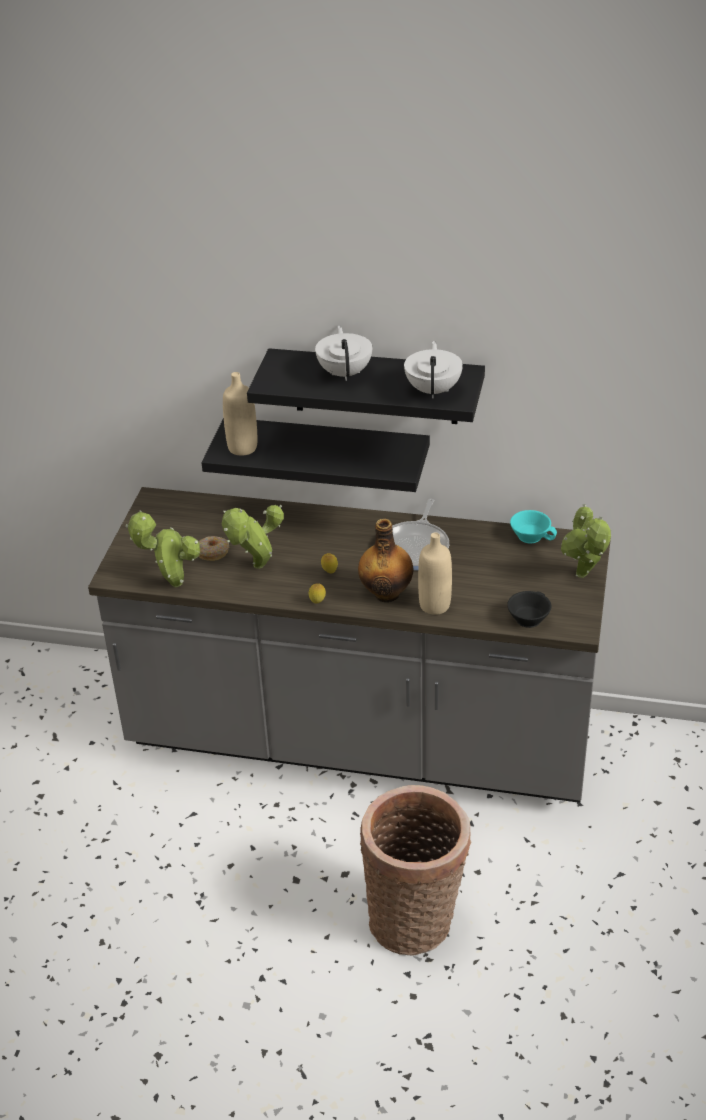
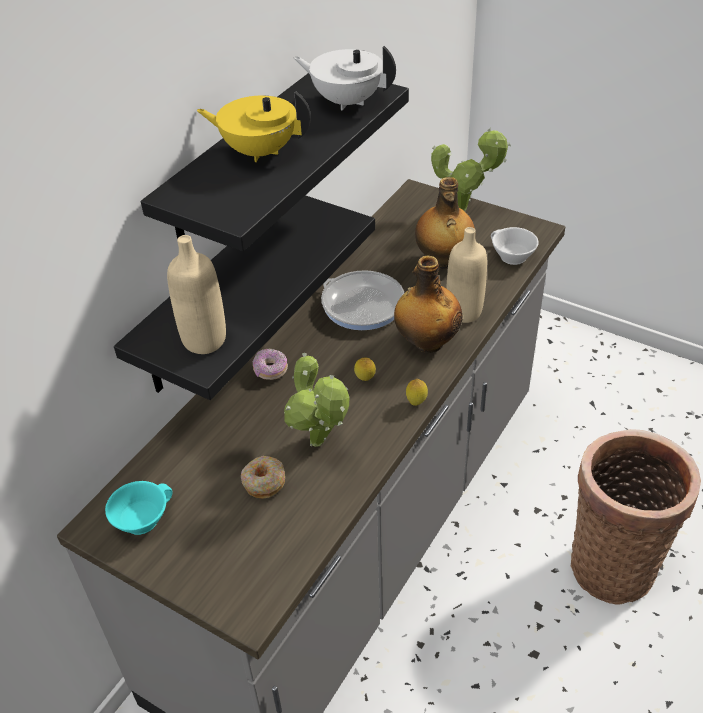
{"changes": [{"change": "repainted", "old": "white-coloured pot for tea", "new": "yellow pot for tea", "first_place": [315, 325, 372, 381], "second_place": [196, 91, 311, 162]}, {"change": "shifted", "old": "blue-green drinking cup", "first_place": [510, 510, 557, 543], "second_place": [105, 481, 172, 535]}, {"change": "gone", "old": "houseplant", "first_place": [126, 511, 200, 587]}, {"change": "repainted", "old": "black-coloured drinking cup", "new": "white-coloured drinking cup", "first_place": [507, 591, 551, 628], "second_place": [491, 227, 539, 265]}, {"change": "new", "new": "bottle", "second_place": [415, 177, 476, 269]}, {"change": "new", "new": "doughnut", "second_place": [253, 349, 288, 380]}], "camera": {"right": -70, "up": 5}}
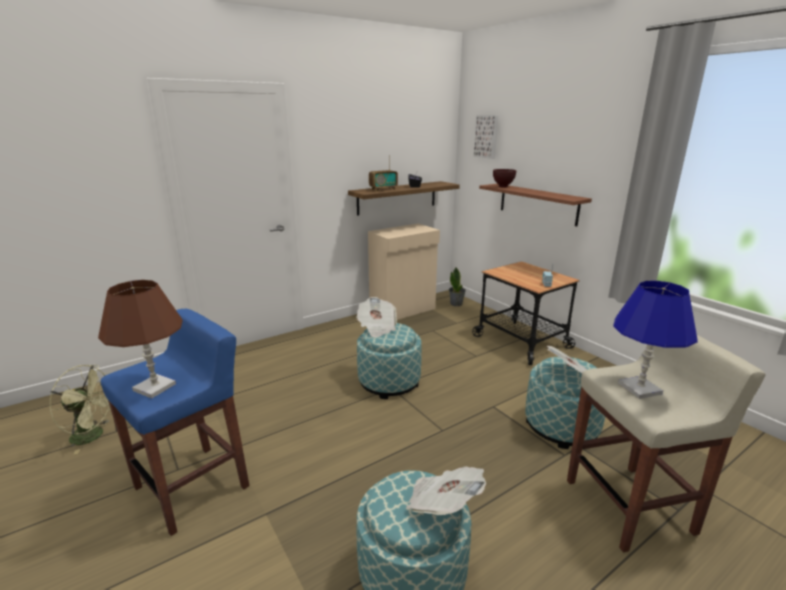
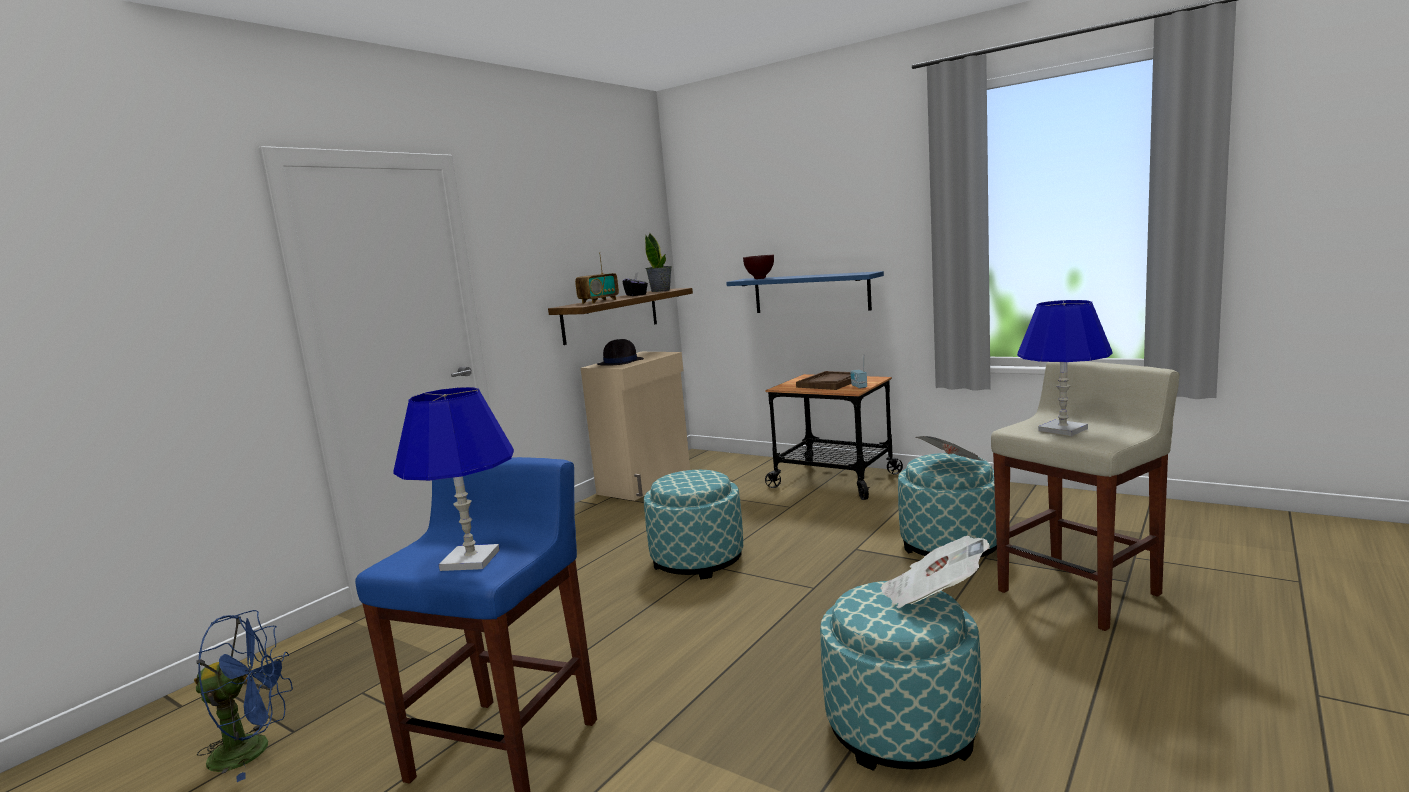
{"changes": [{"change": "gone", "old": "wall picture", "first_place": [474, 115, 498, 159]}, {"change": "repainted", "old": "brown-coloured shelf", "new": "bluish shelf", "first_place": [479, 184, 592, 227], "second_place": [726, 271, 884, 313]}, {"change": "shifted", "old": "houseplant", "first_place": [449, 267, 466, 306], "second_place": [645, 233, 672, 292]}, {"change": "repainted", "old": "brown-coloured table lamp", "new": "bluish table lamp", "first_place": [98, 280, 183, 398], "second_place": [394, 387, 514, 571]}, {"change": "gone", "old": "daily paper", "first_place": [356, 297, 397, 338]}, {"change": "repainted", "old": "greenish electric fan", "new": "bluish electric fan", "first_place": [49, 365, 111, 454], "second_place": [194, 610, 293, 782]}, {"change": "new", "new": "black-coloured hat", "second_place": [597, 339, 644, 366]}, {"change": "new", "new": "brown-coloured serving tray", "second_place": [796, 371, 851, 390]}], "camera": {"right": -20, "up": -10}}
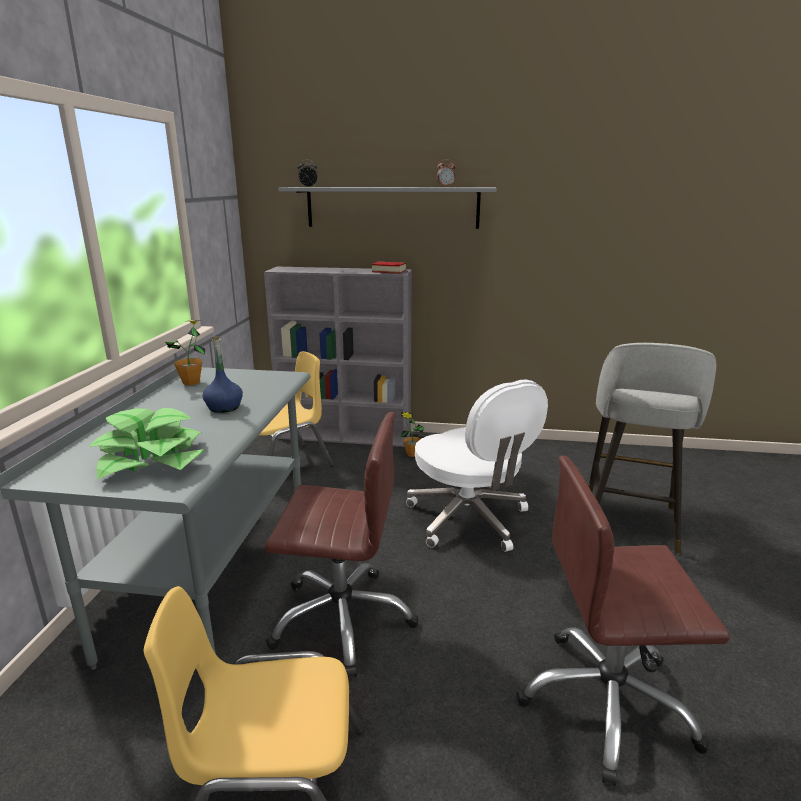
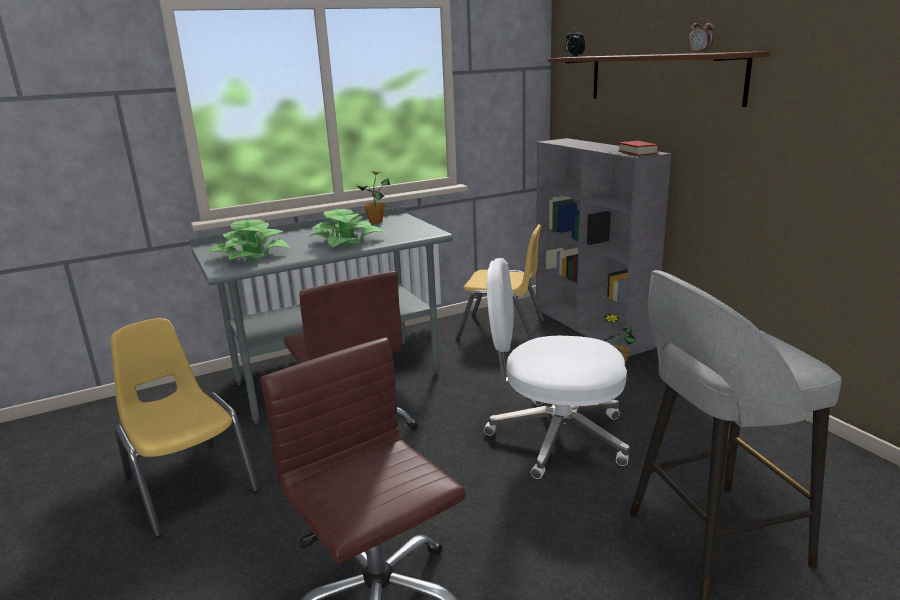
{"changes": [{"change": "repainted", "old": "gray shelf", "new": "brown-coloured shelf", "first_place": [278, 187, 497, 229], "second_place": [548, 51, 771, 107]}, {"change": "swapped", "old": "bluish bottle", "new": "houseplant", "first_place": [202, 337, 243, 413], "second_place": [309, 209, 386, 247]}, {"change": "rotated", "old": "white-coloured computer chair", "first_place": [406, 379, 548, 552], "second_place": [484, 258, 630, 479], "degrees": 75}], "camera": {"right": 55, "up": 0}}
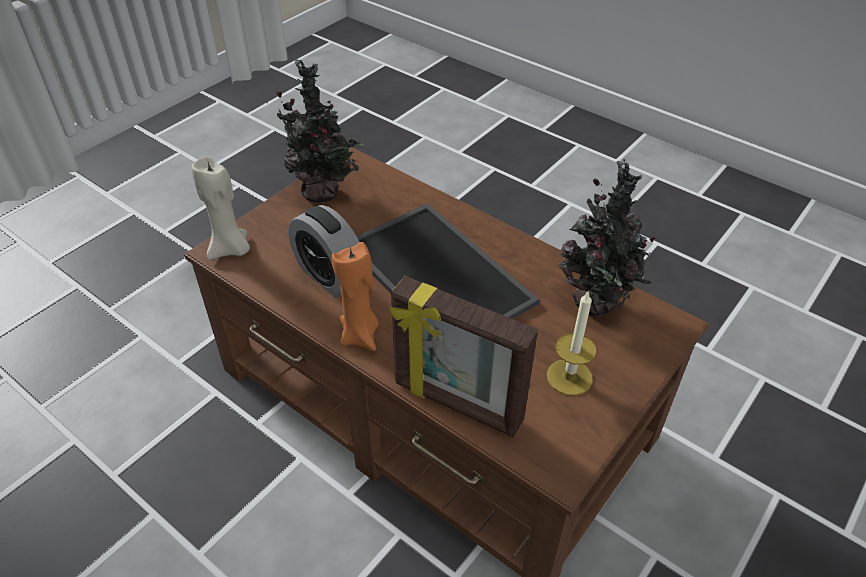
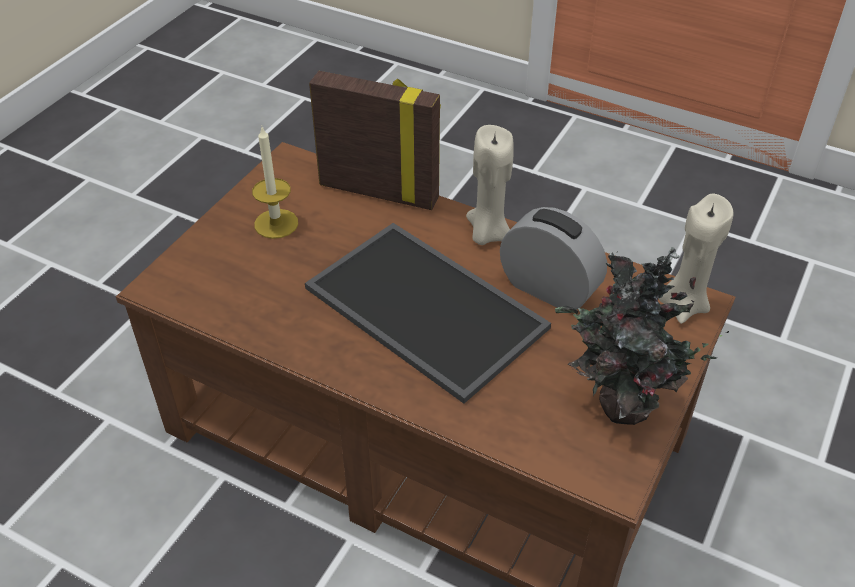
{"changes": [{"change": "gone", "old": "houseplant", "first_place": [558, 158, 655, 316]}, {"change": "repainted", "old": "orange candle", "new": "beige candle", "first_place": [332, 242, 379, 351], "second_place": [466, 125, 514, 245]}], "camera": {"right": 170, "up": 0}}
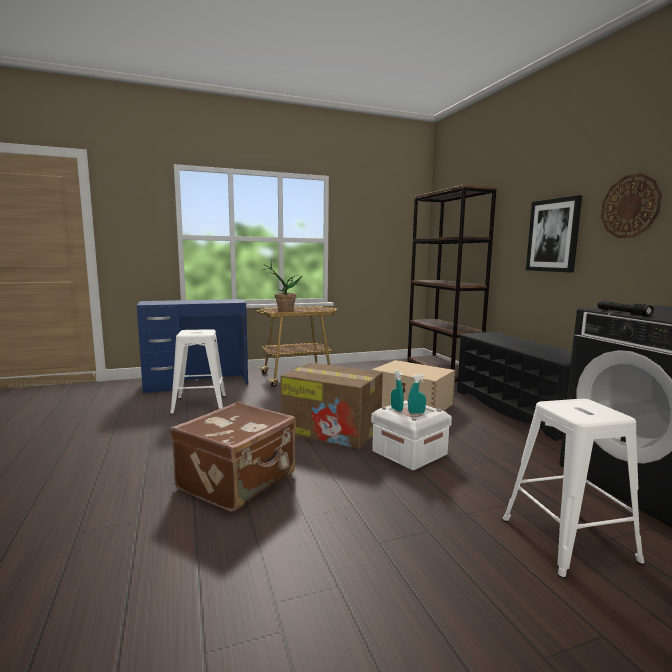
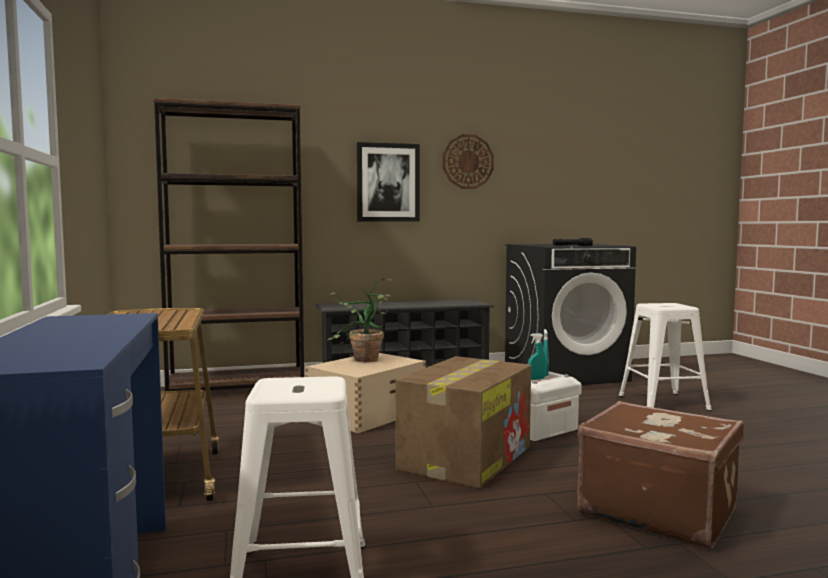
{"changes": [{"change": "shifted", "old": "houseplant", "first_place": [262, 259, 304, 312], "second_place": [327, 278, 393, 362]}], "camera": {"right": -85, "up": -5}}
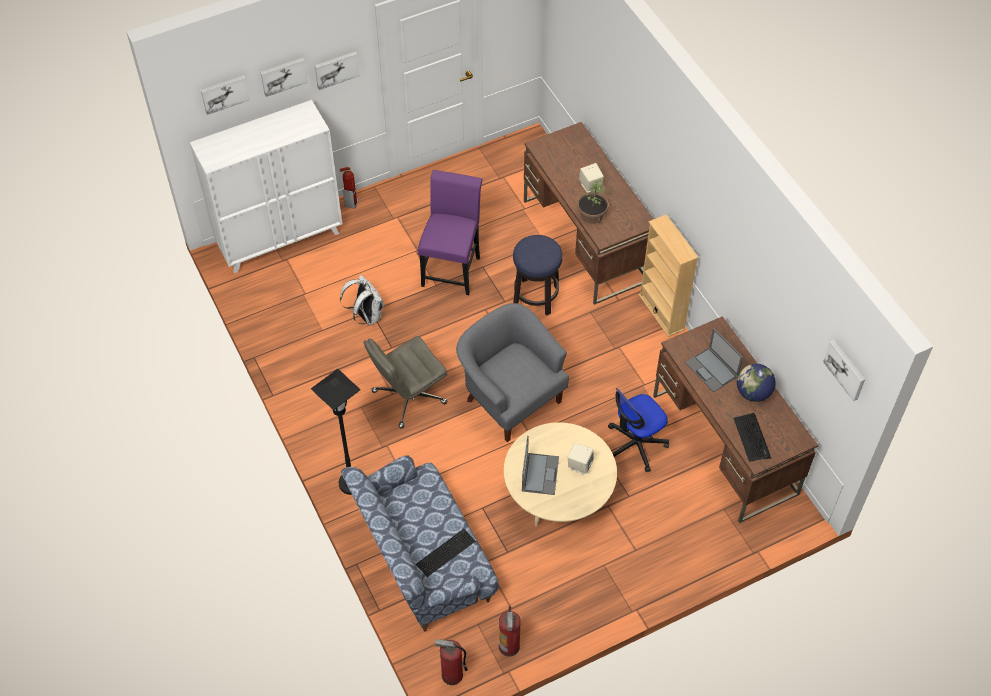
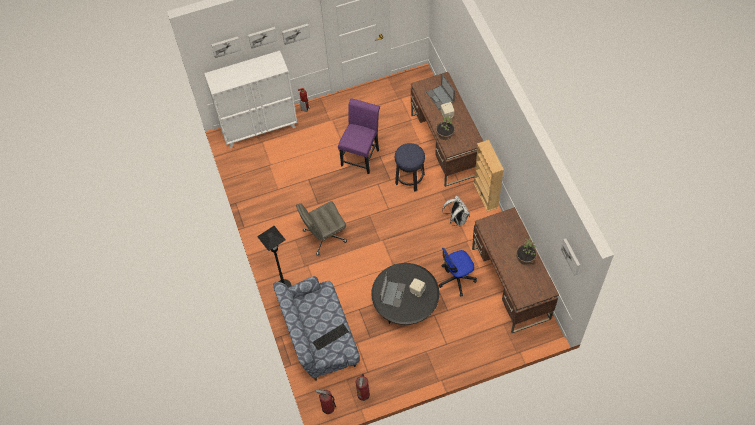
{"changes": [{"change": "shifted", "old": "white-coloured rucksack", "first_place": [340, 275, 385, 326], "second_place": [442, 195, 470, 226]}, {"change": "gone", "old": "gray armchair", "first_place": [456, 303, 569, 442]}, {"change": "shifted", "old": "notebook computer", "first_place": [685, 328, 743, 392], "second_place": [426, 74, 455, 109]}, {"change": "swapped", "old": "globe", "new": "houseplant", "first_place": [737, 364, 775, 402], "second_place": [516, 238, 537, 265]}, {"change": "gone", "old": "PC keyboard", "first_place": [733, 413, 771, 462]}, {"change": "repainted", "old": "beige low table", "new": "black-coloured low table", "first_place": [504, 422, 617, 527], "second_place": [371, 263, 439, 325]}], "camera": {"right": 10, "up": 5}}
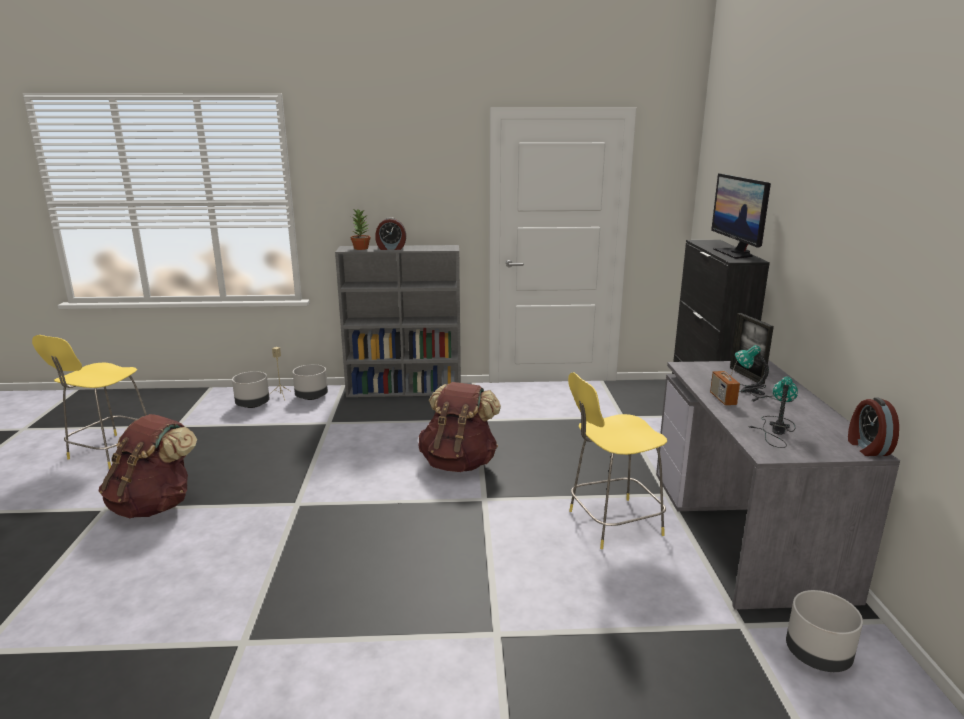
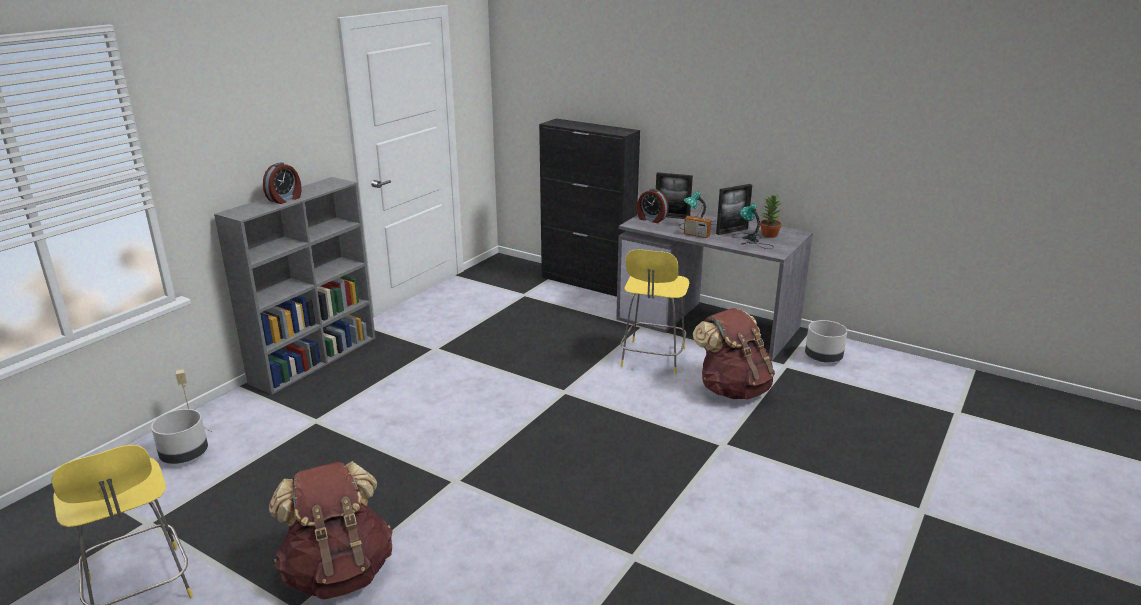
{"changes": [{"change": "gone", "old": "computer screen", "first_place": [711, 173, 771, 259]}, {"change": "shifted", "old": "houseplant", "first_place": [351, 209, 371, 250], "second_place": [760, 194, 782, 238]}, {"change": "gone", "old": "gray planter", "first_place": [293, 364, 328, 400]}, {"change": "shifted", "old": "brown-coloured rucksack", "first_place": [418, 382, 501, 472], "second_place": [693, 308, 775, 399]}, {"change": "shifted", "old": "table clock", "first_place": [848, 397, 899, 456], "second_place": [637, 189, 669, 223]}, {"change": "new", "new": "standing frame", "second_place": [716, 184, 752, 235]}], "camera": {"right": -55, "up": 5}}
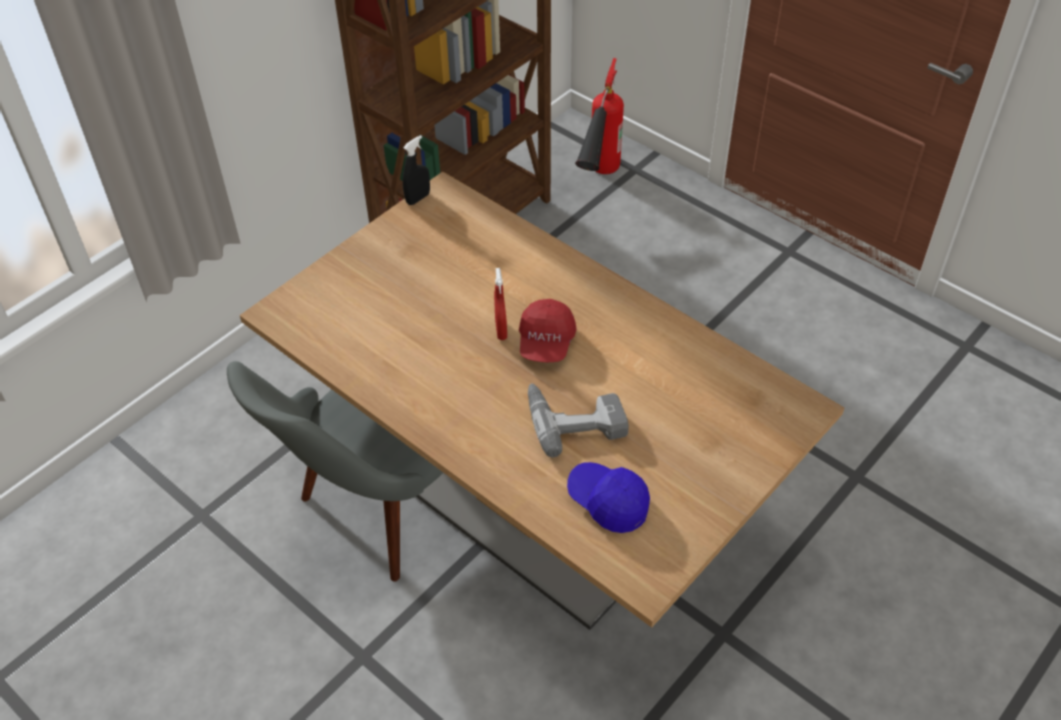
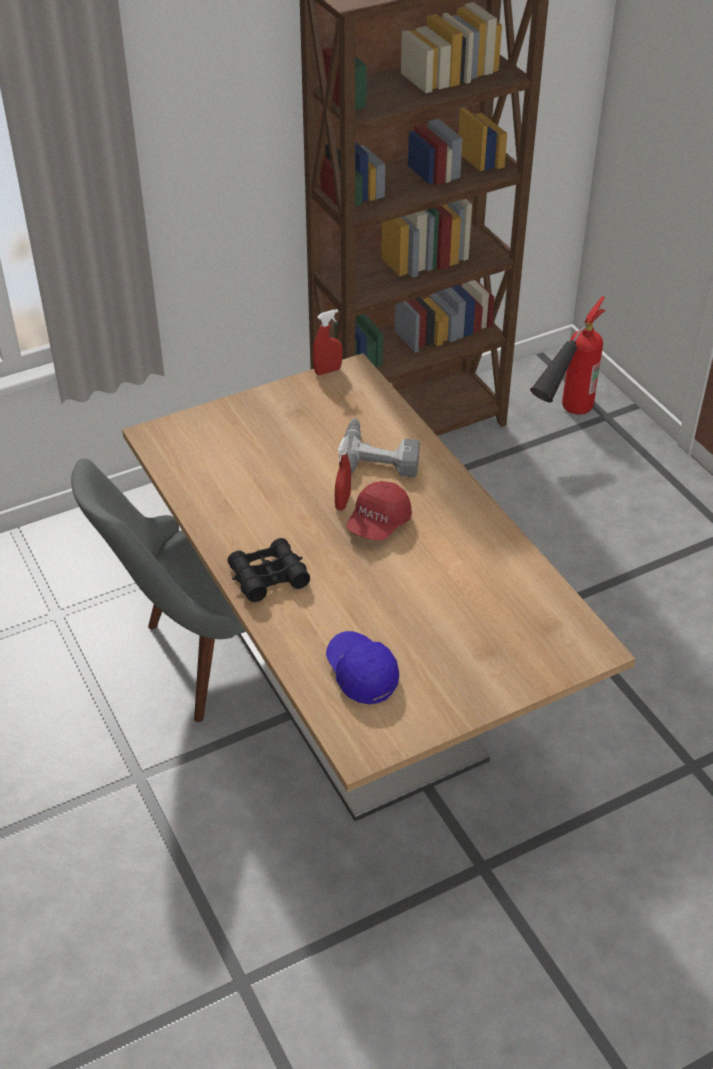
{"changes": [{"change": "repainted", "old": "black-coloured hand sprayer", "new": "red-coloured hand sprayer", "first_place": [403, 135, 430, 205], "second_place": [313, 309, 343, 375]}, {"change": "shifted", "old": "power drill", "first_place": [528, 383, 629, 458], "second_place": [344, 418, 420, 477]}, {"change": "new", "new": "black-coloured pair of binoculars", "second_place": [227, 538, 310, 602]}], "camera": {"right": 20, "up": -5}}
